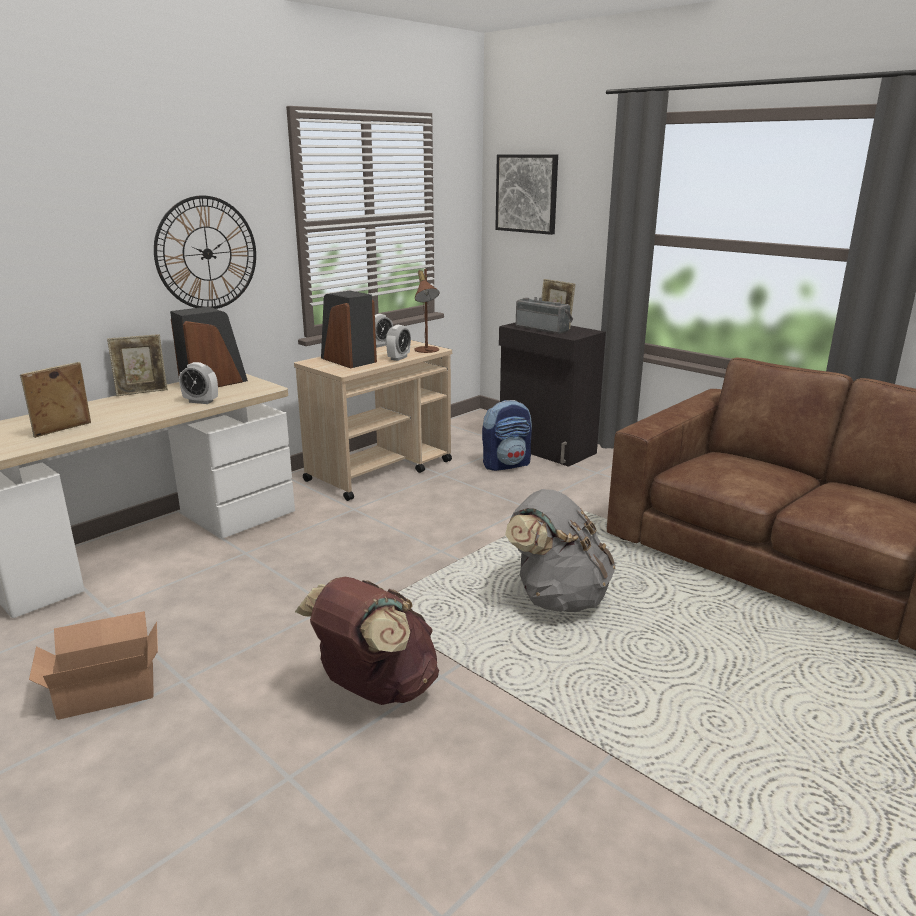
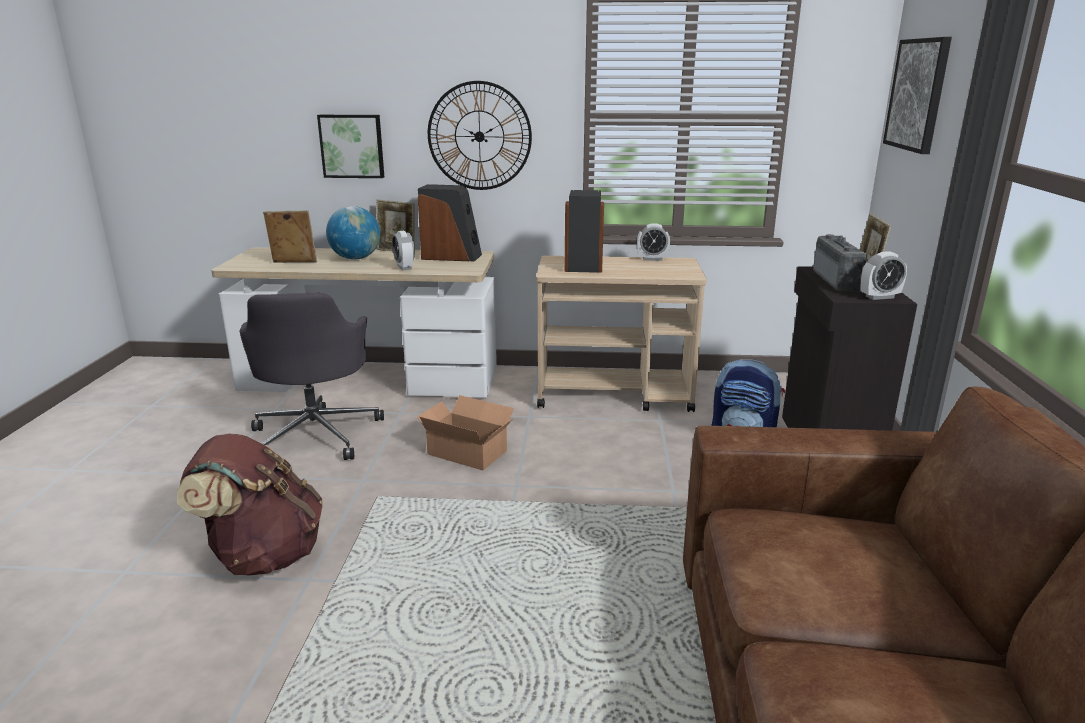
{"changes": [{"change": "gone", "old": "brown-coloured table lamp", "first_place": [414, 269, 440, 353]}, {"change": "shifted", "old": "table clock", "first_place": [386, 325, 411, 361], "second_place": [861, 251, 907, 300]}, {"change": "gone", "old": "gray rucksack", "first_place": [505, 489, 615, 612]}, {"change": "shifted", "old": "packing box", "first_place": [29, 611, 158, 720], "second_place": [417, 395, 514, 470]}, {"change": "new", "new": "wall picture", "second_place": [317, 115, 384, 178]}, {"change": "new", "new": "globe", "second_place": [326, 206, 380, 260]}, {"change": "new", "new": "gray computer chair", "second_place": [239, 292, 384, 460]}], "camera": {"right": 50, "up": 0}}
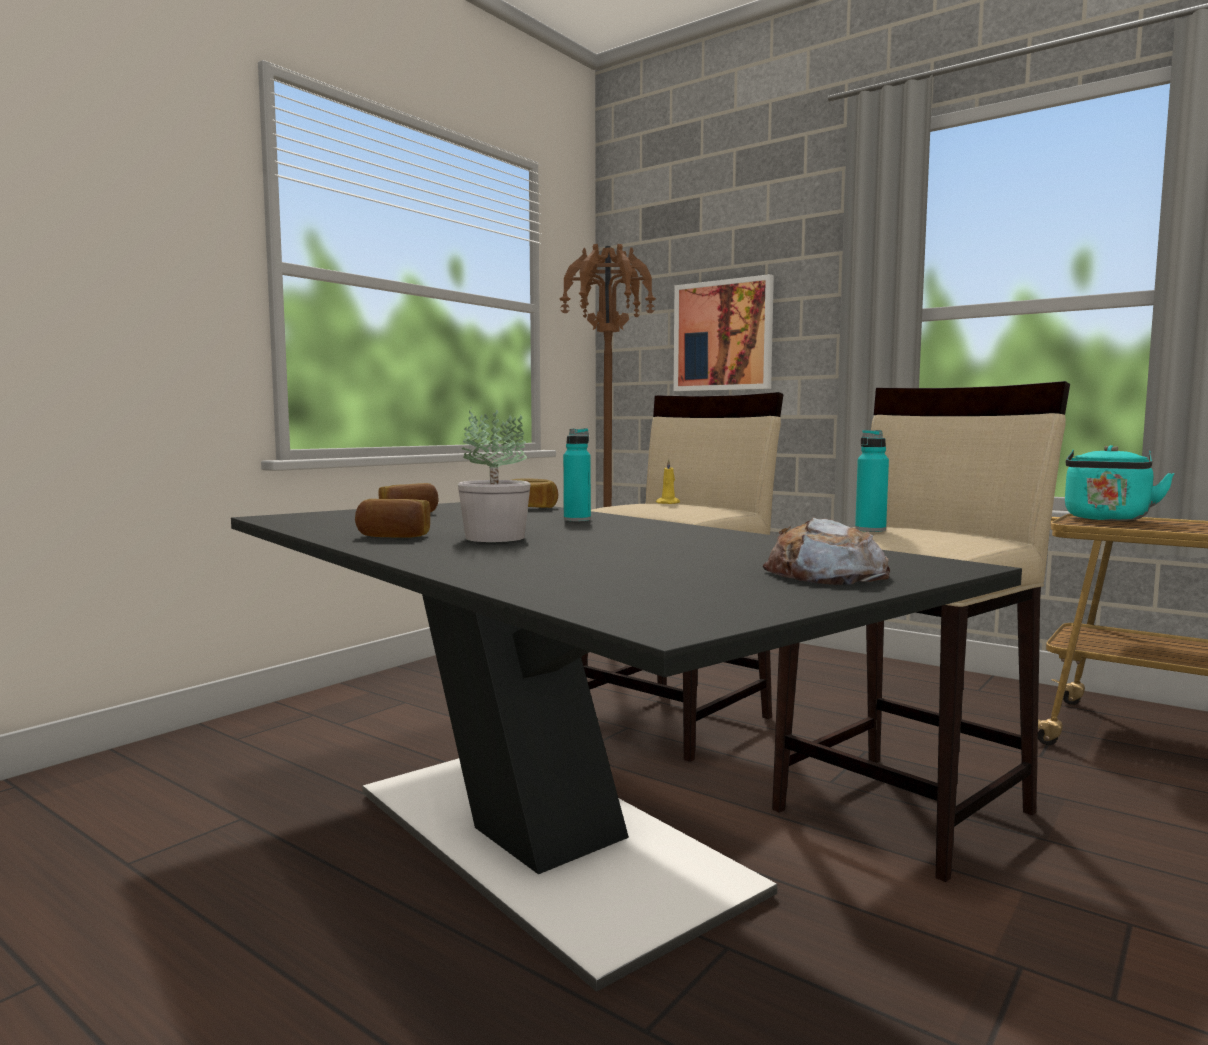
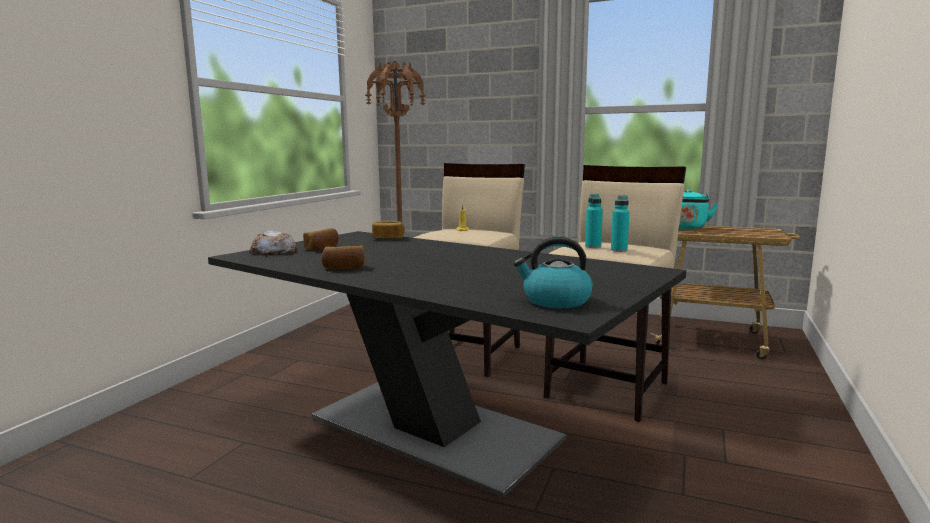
{"changes": [{"change": "gone", "old": "wall picture", "first_place": [673, 274, 774, 391]}, {"change": "gone", "old": "houseplant", "first_place": [458, 408, 531, 542]}, {"change": "shifted", "old": "blue-green bottle", "first_place": [563, 428, 591, 522], "second_place": [611, 195, 629, 252]}, {"change": "shifted", "old": "bakery bread", "first_place": [763, 517, 890, 585], "second_place": [250, 230, 297, 255]}, {"change": "new", "new": "tea kettle", "second_place": [514, 237, 593, 308]}], "camera": {"right": -15, "up": 5}}
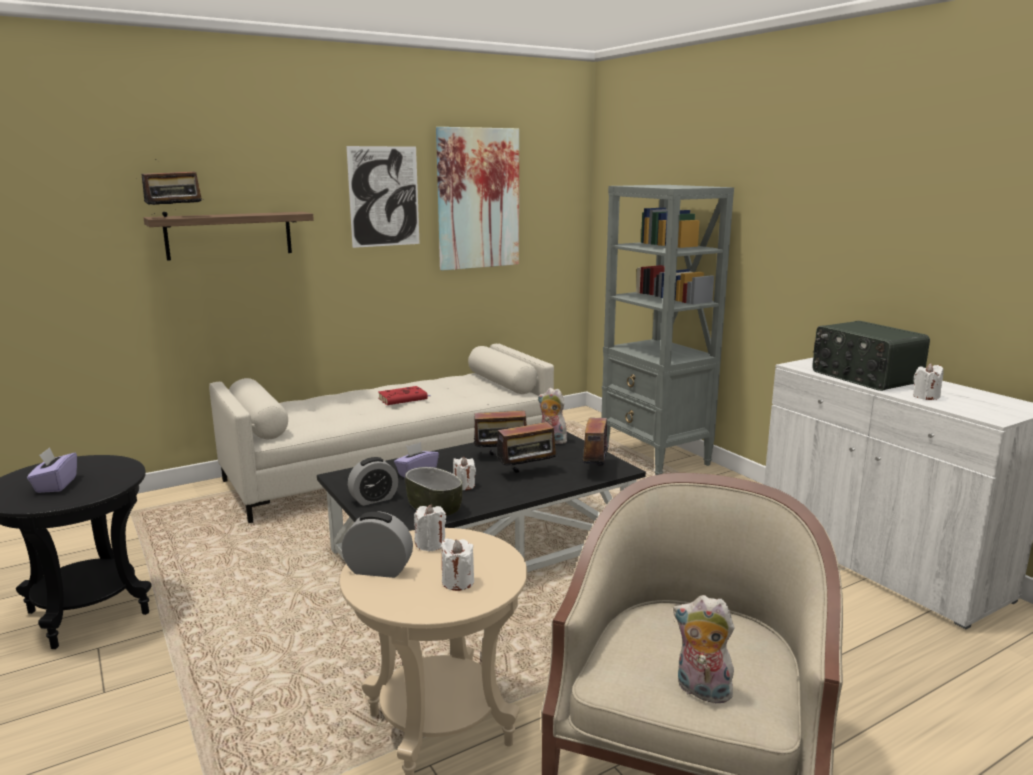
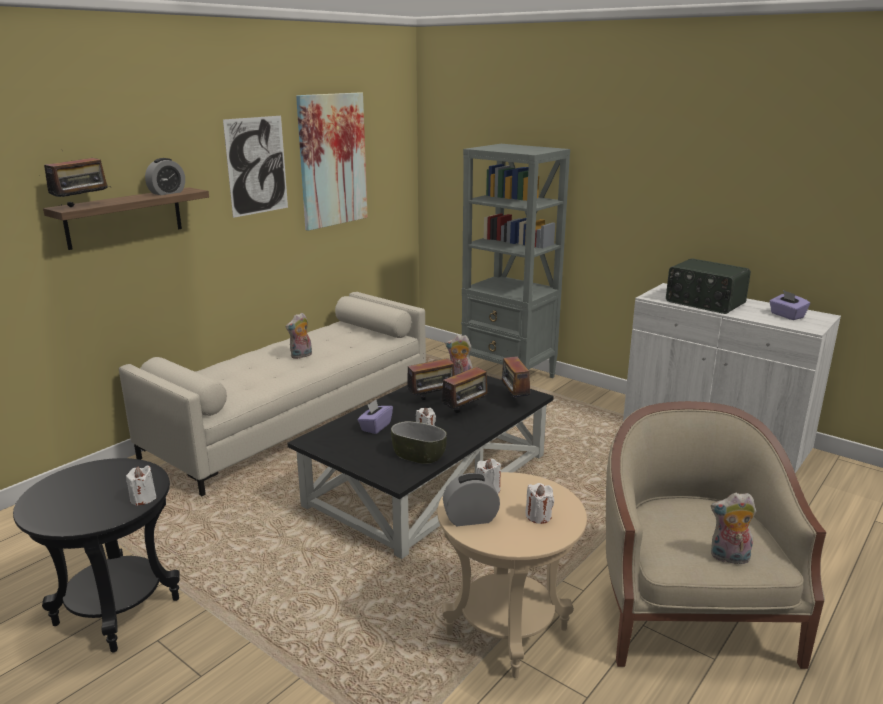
{"changes": [{"change": "shifted", "old": "white-coloured candle", "first_place": [913, 363, 944, 400], "second_place": [126, 465, 156, 506]}, {"change": "swapped", "old": "red-coloured volume", "new": "plush toy", "first_place": [378, 386, 430, 405], "second_place": [286, 313, 312, 359]}, {"change": "shifted", "old": "purple box of tissues", "first_place": [27, 447, 77, 493], "second_place": [769, 290, 810, 320]}, {"change": "shifted", "old": "table clock", "first_place": [348, 457, 398, 506], "second_place": [145, 158, 185, 195]}], "camera": {"right": -20, "up": 5}}
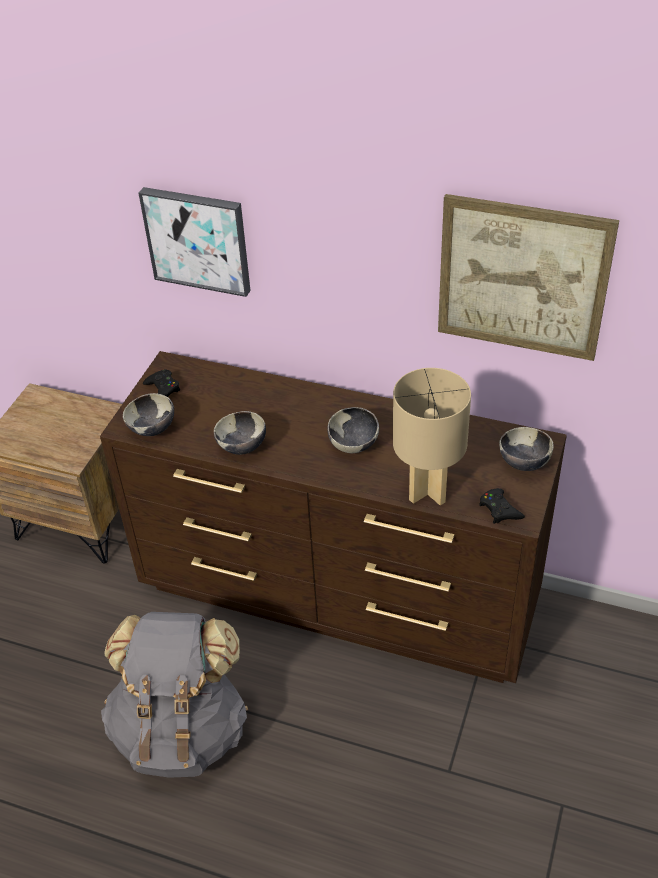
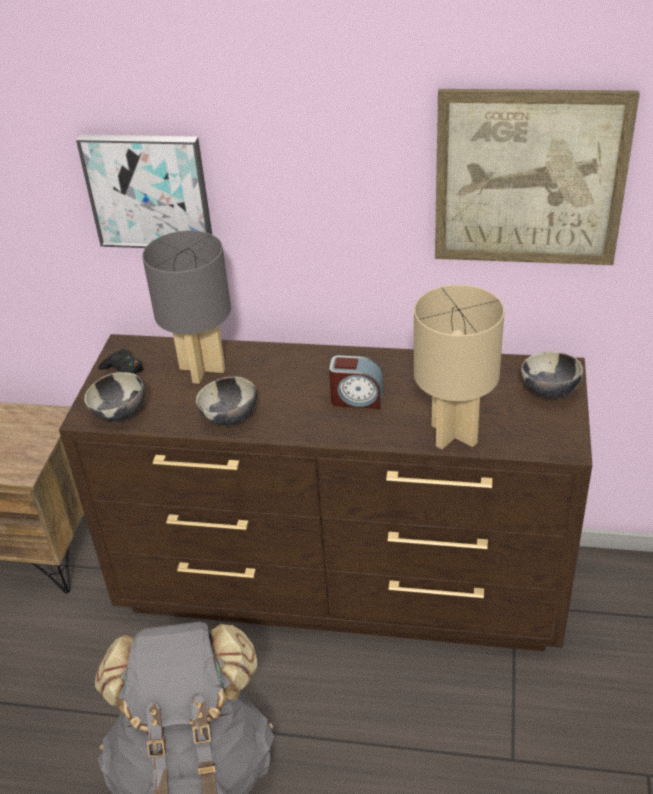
{"changes": [{"change": "swapped", "old": "serving bowl", "new": "table clock", "first_place": [327, 407, 379, 453], "second_place": [329, 355, 383, 409]}, {"change": "gone", "old": "black-coloured joypad", "first_place": [479, 488, 525, 524]}, {"change": "new", "new": "gray table lamp", "second_place": [142, 230, 231, 384]}], "camera": {"right": -10, "up": -5}}
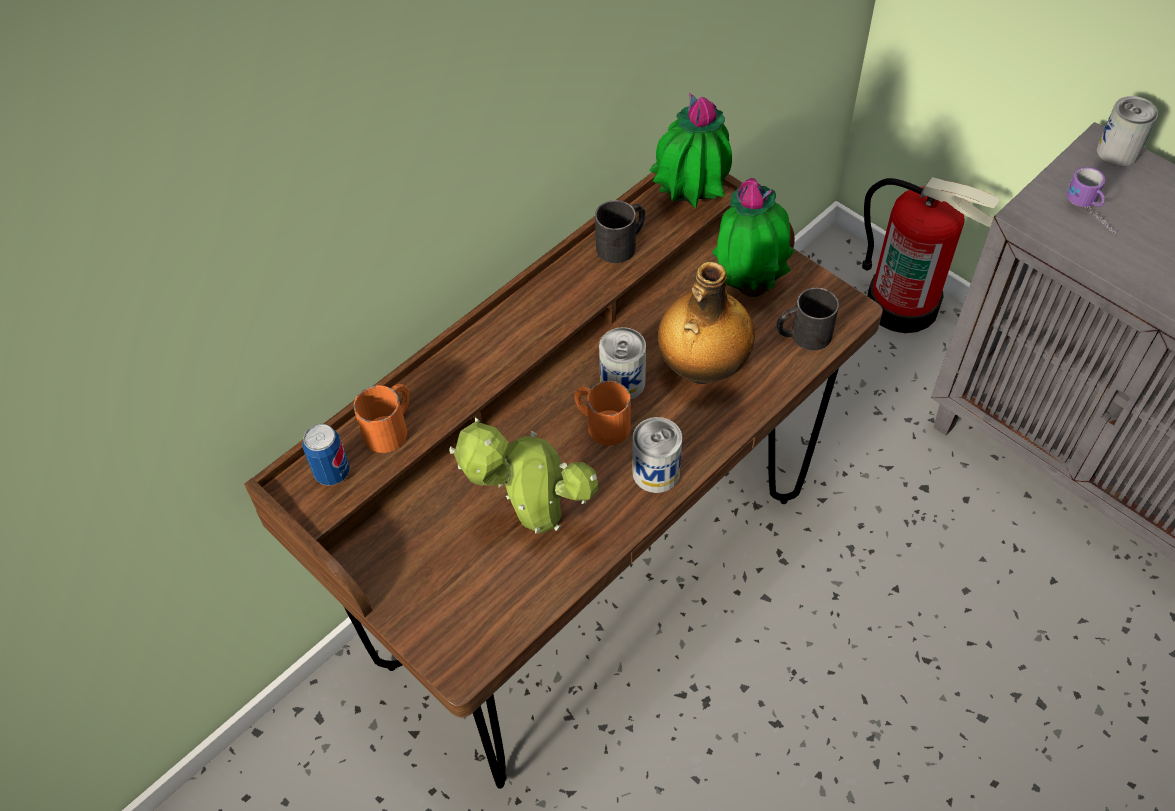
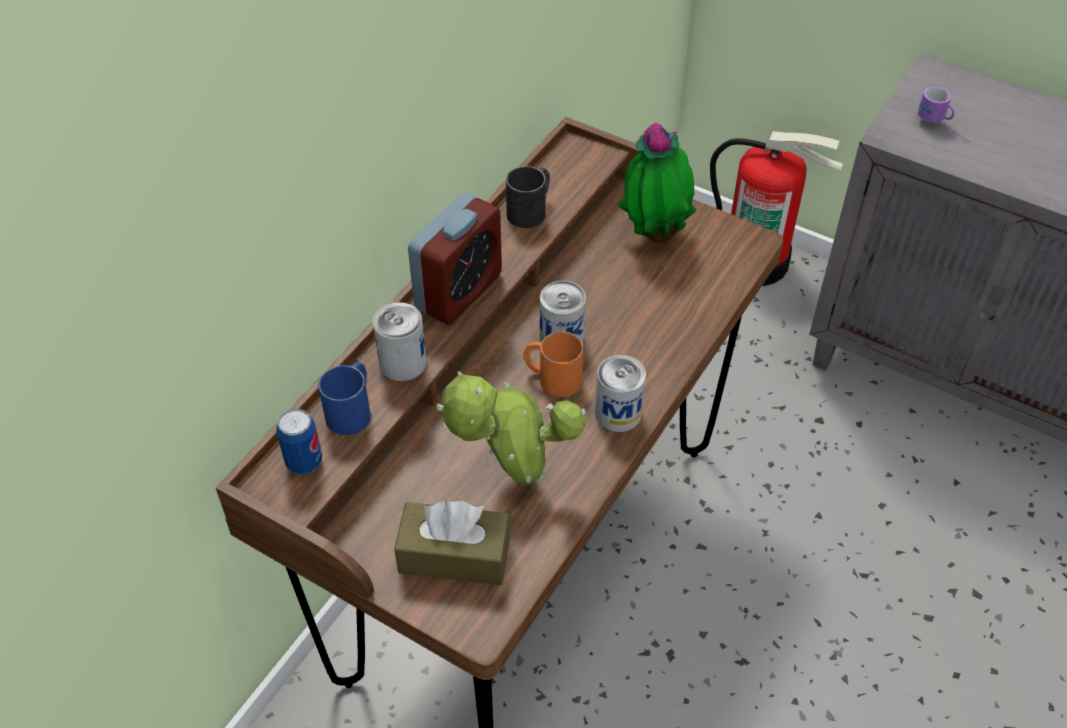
{"changes": [{"change": "gone", "old": "houseplant", "first_place": [649, 93, 732, 209]}, {"change": "shifted", "old": "sealed can", "first_place": [1097, 96, 1158, 166], "second_place": [373, 302, 427, 381]}, {"change": "gone", "old": "bottle", "first_place": [658, 262, 755, 384]}, {"change": "gone", "old": "black-coloured mug", "first_place": [777, 287, 839, 351]}, {"change": "repainted", "old": "orange mug", "new": "bluish mug", "first_place": [354, 384, 410, 453], "second_place": [318, 362, 371, 435]}, {"change": "new", "new": "table clock", "second_place": [408, 193, 502, 325]}, {"change": "new", "new": "brown-coloured box of tissues", "second_place": [394, 501, 511, 585]}], "camera": {"right": -15, "up": -5}}
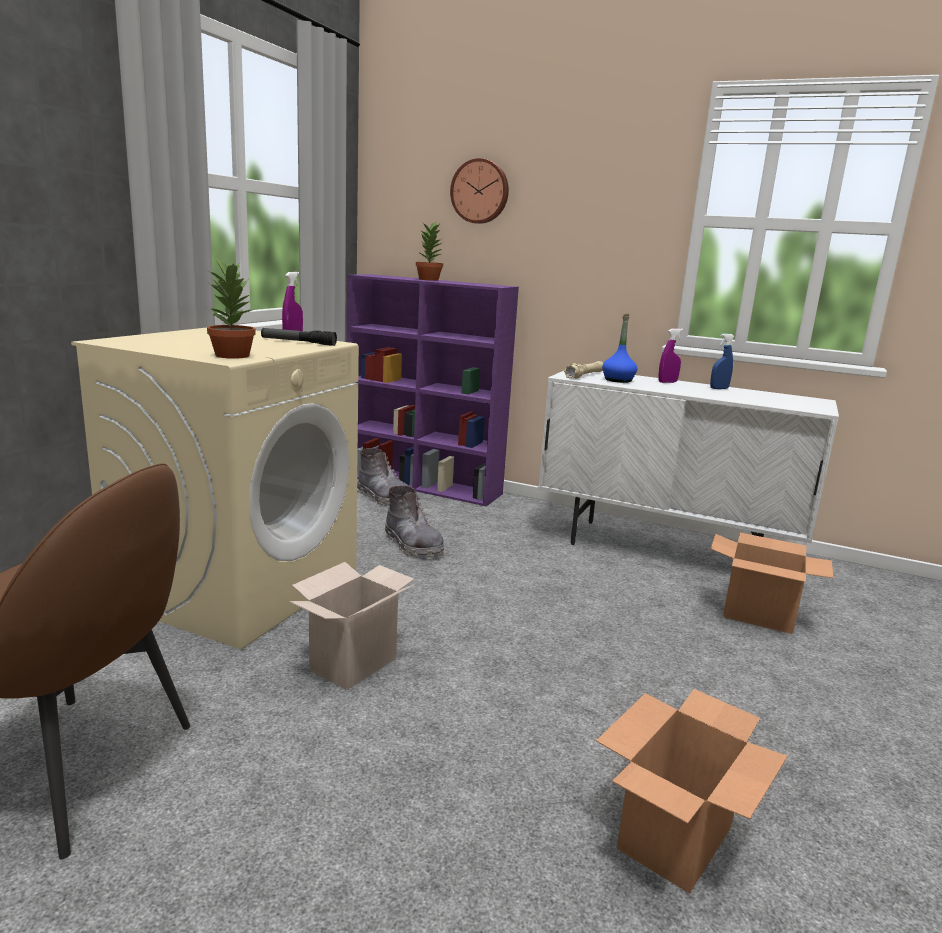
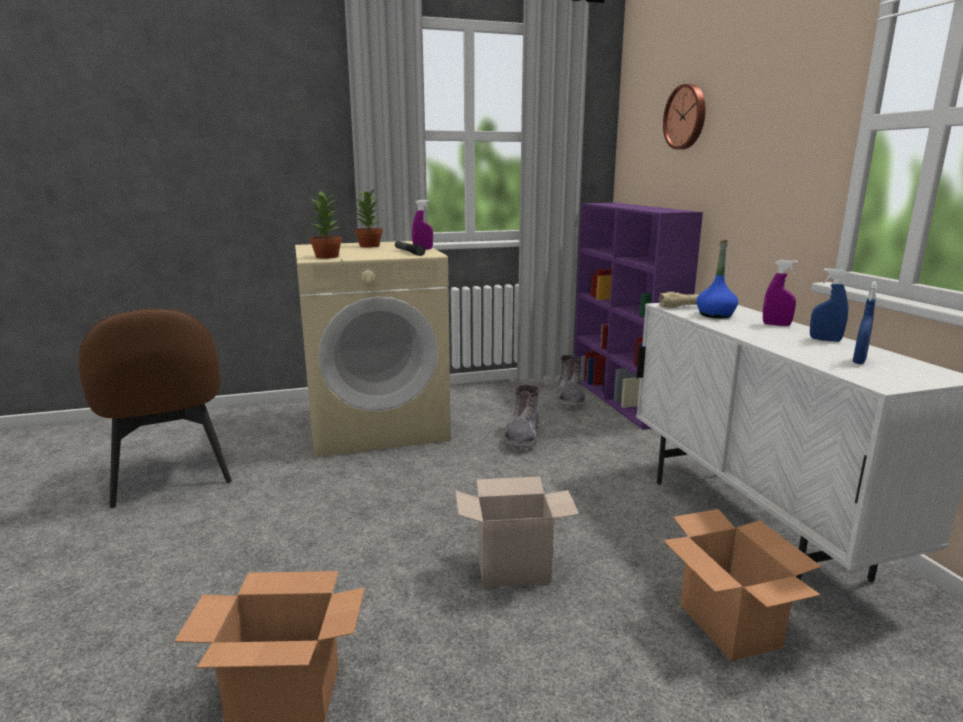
{"changes": [{"change": "shifted", "old": "houseplant", "first_place": [416, 221, 444, 281], "second_place": [355, 189, 383, 247]}, {"change": "shifted", "old": "packing box", "first_place": [289, 562, 414, 690], "second_place": [455, 476, 579, 588]}, {"change": "new", "new": "bluish hand sprayer", "second_place": [853, 282, 877, 364]}], "camera": {"right": 50, "up": 0}}
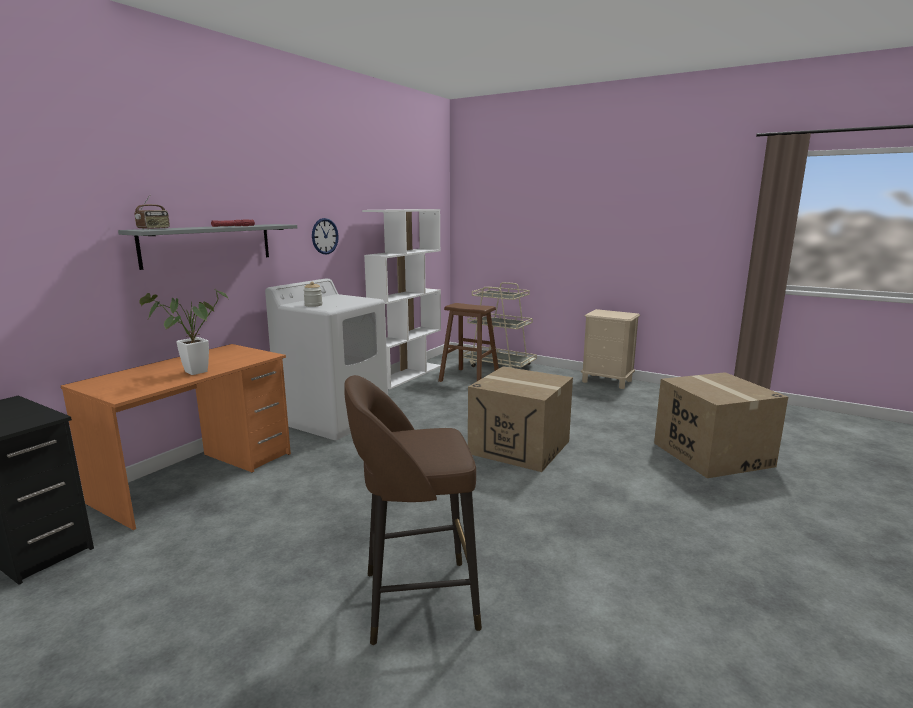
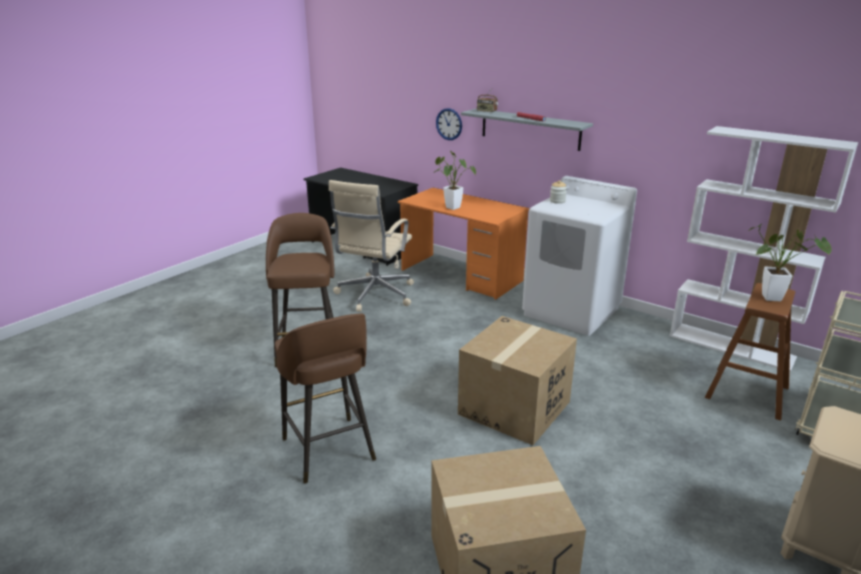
{"changes": [{"change": "shifted", "old": "wall clock", "first_place": [312, 218, 339, 255], "second_place": [436, 108, 462, 140]}, {"change": "new", "new": "beige computer chair", "second_place": [329, 180, 414, 312]}, {"change": "new", "new": "houseplant", "second_place": [748, 224, 831, 301]}, {"change": "new", "new": "brown-coloured stool seat", "second_place": [275, 314, 376, 484]}], "camera": {"right": 95, "up": 10}}
